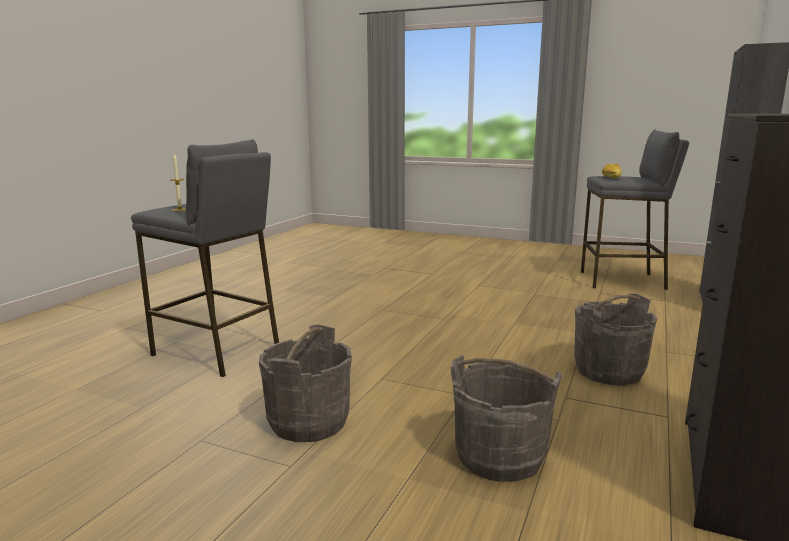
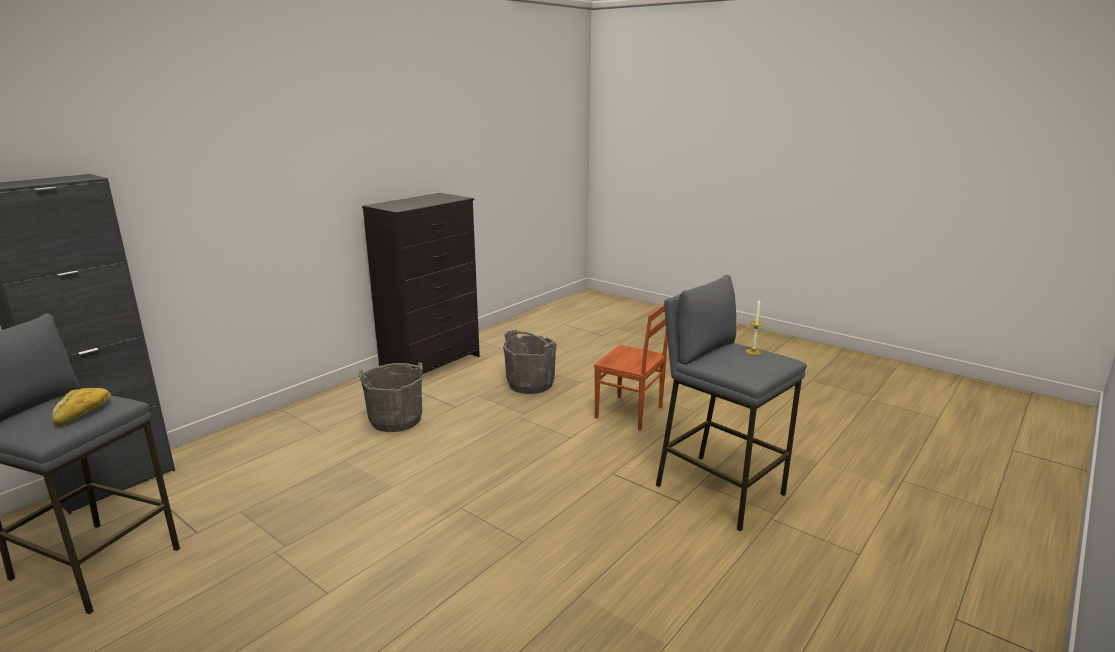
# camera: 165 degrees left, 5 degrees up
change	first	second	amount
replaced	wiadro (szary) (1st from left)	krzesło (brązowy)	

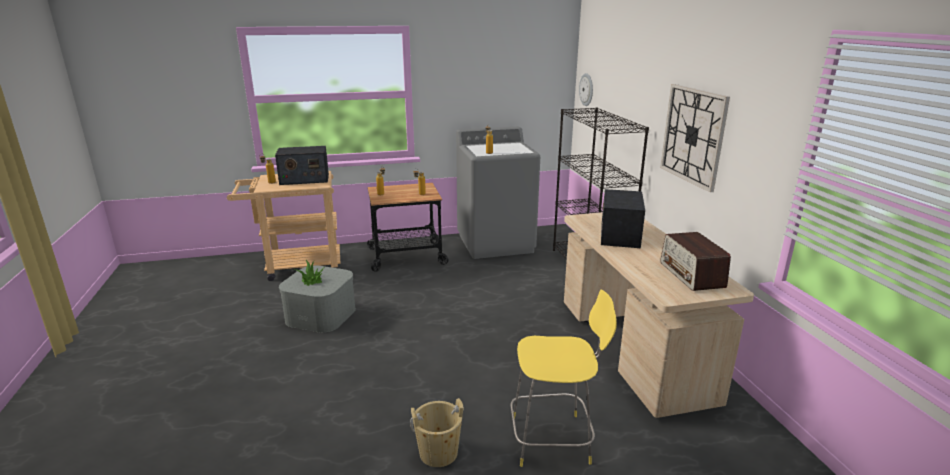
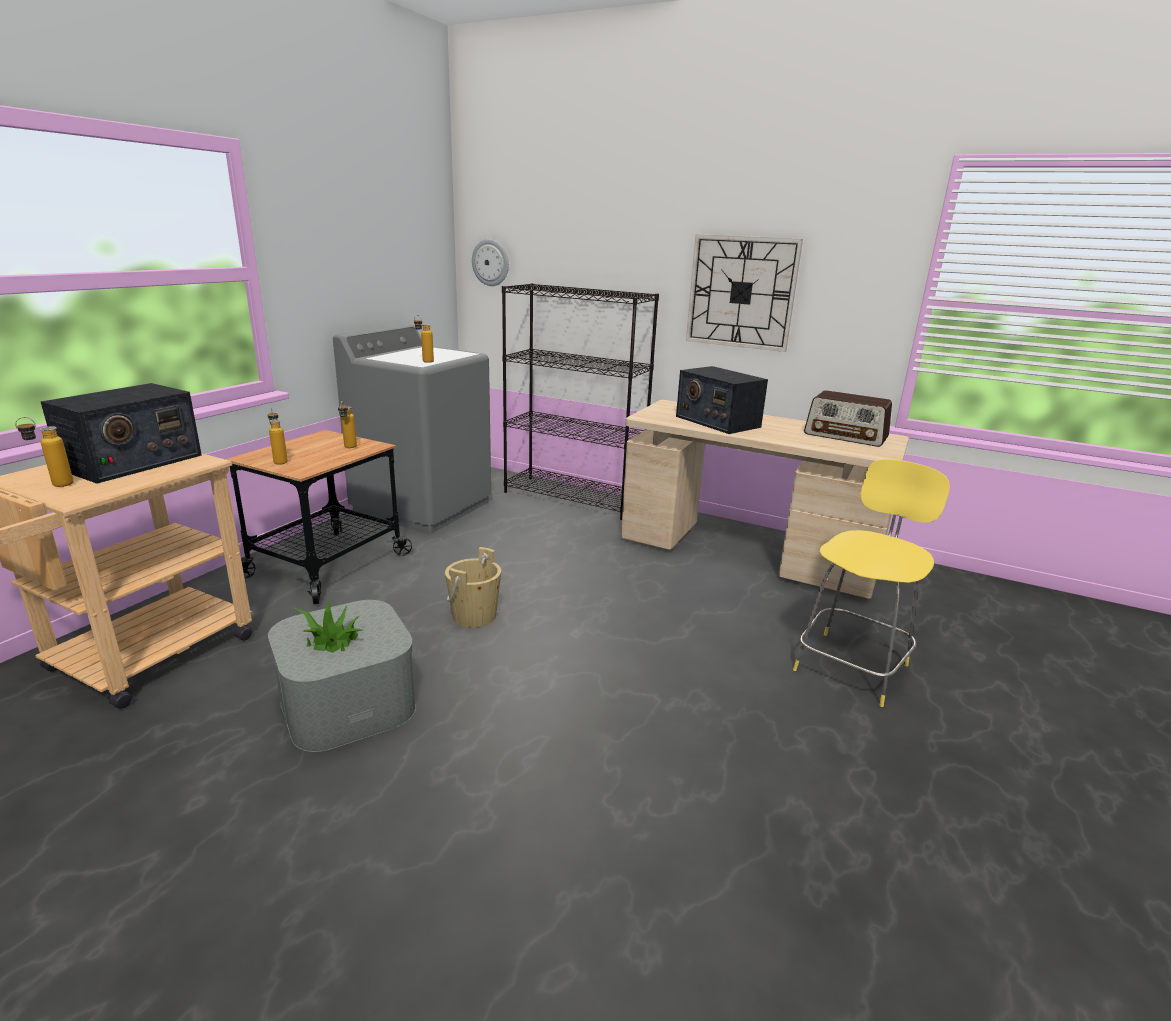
# camera: 50 degrees left, 0 degrees up
change	first	second	amount
moved	wiadro (beżowy)		

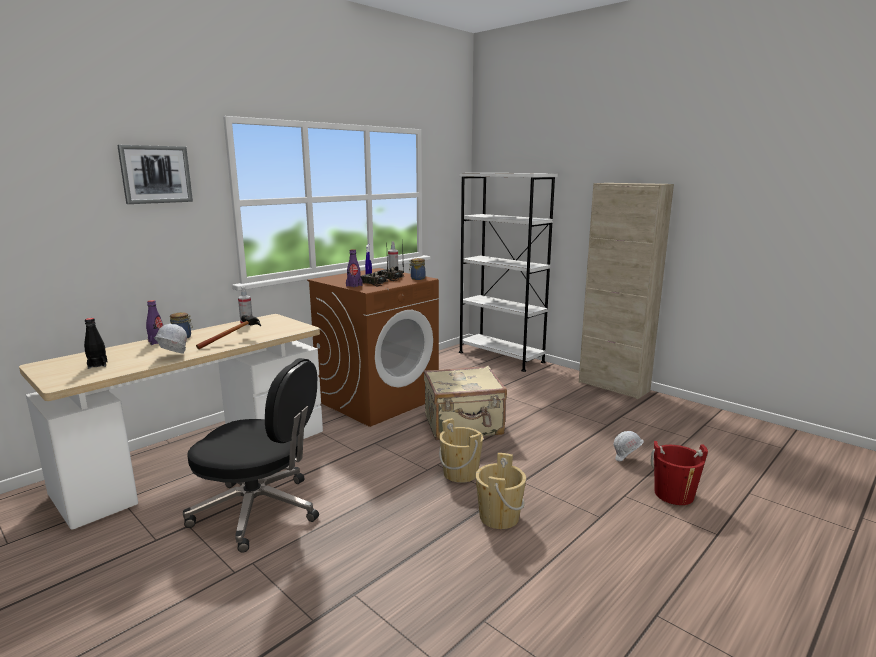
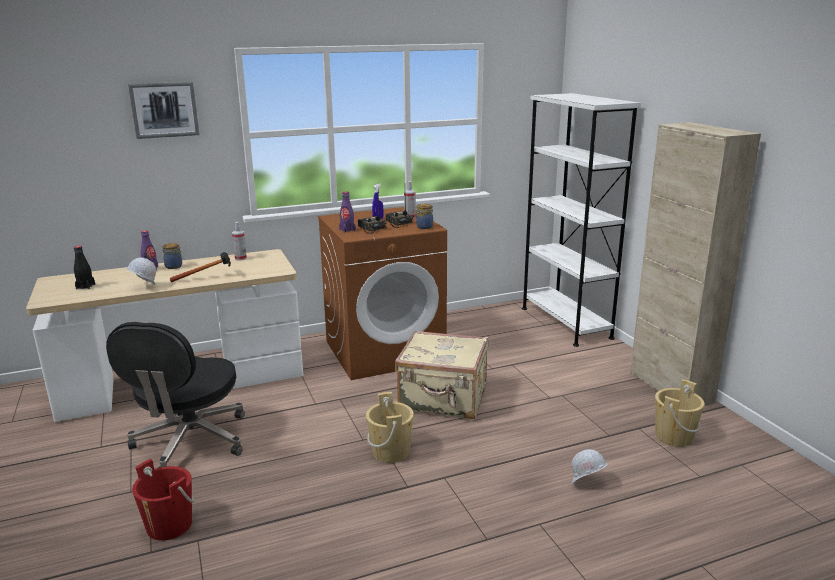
# camera: 25 degrees right, 5 degrees up
change	first	second	amount
turned	krzesło biurowe (czarny)		60 degrees clockwise
moved	wiadro (czerwony)		
moved	wiadro (beżowy) (2nd from left)		

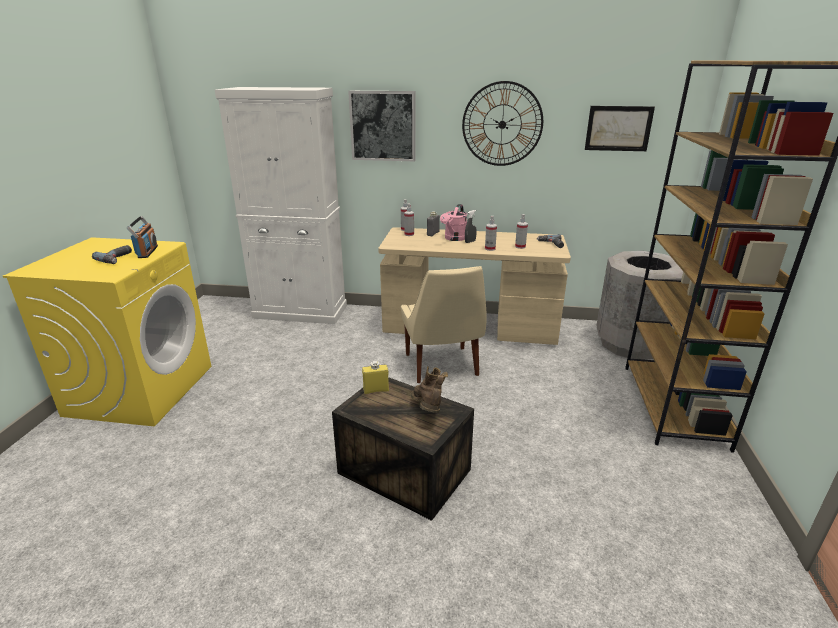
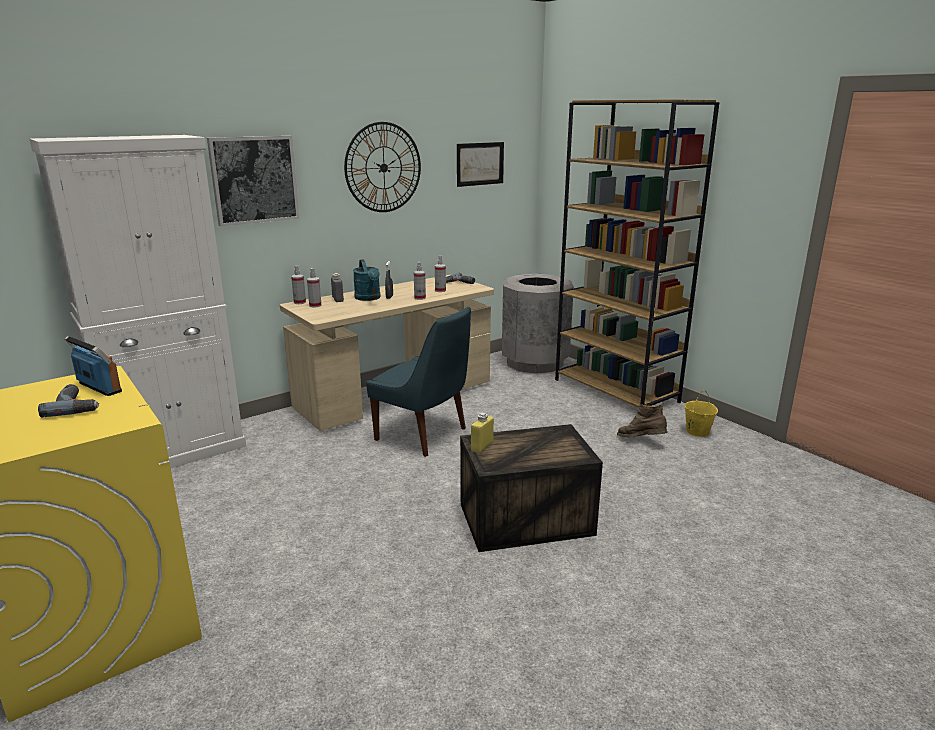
# camera: 45 degrees left, 5 degrees down
change	first	second	amount
recoloured	konewka (różowy)	konewka (turkusowy)	
recoloured	krzesło (beżowy)	krzesło (niebieski)	
moved	but z cholewką (brązowy)		
added		wiadro (żółty)	

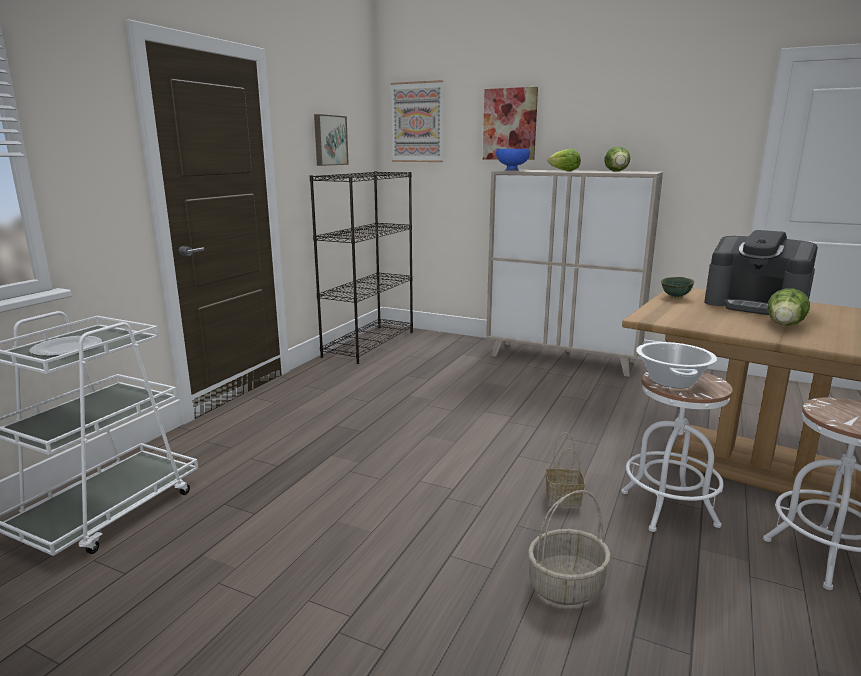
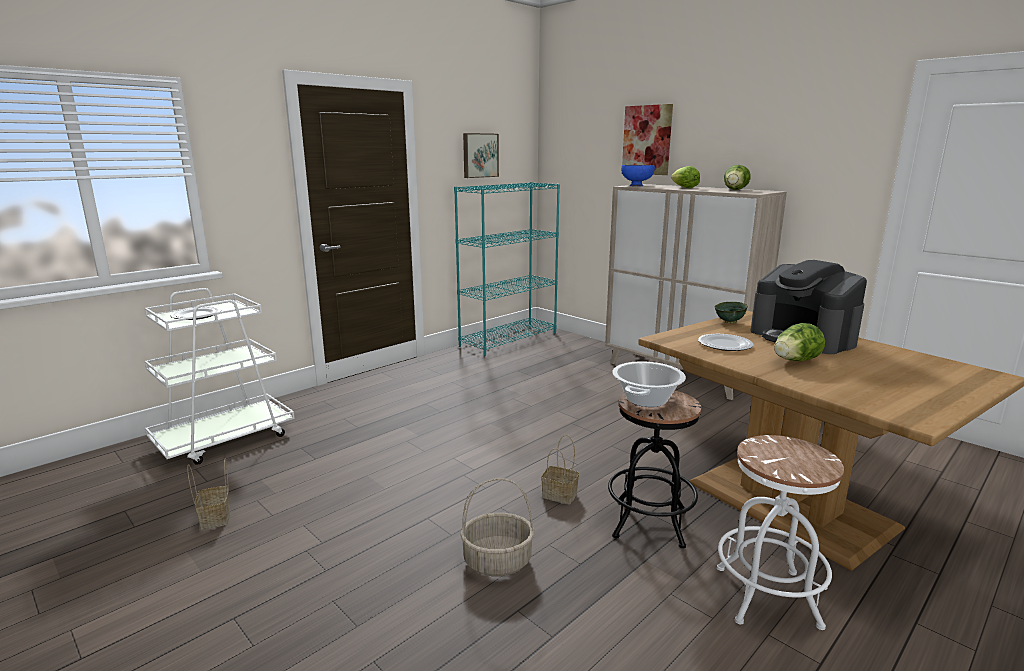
# camera: 20 degrees right, 0 degrees up
change	first	second	amount
removed	obraz (2nd from left)		
recoloured	regał (czarny)	regał (turkusowy)	
recoloured	stołek (biały) (1st from left)	stołek (czarny)	
added		talerz (2nd from left)	
added		koszyk (1st from left)	

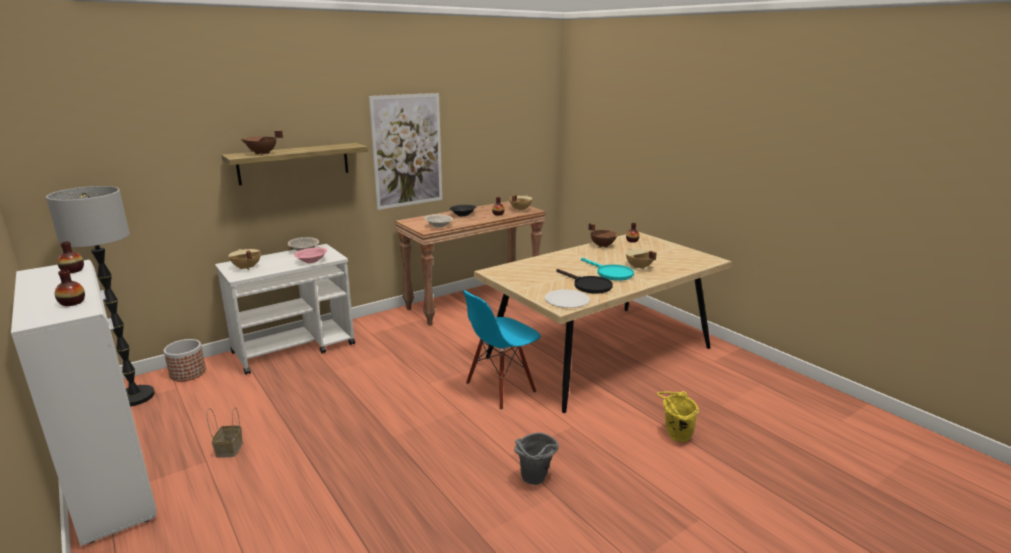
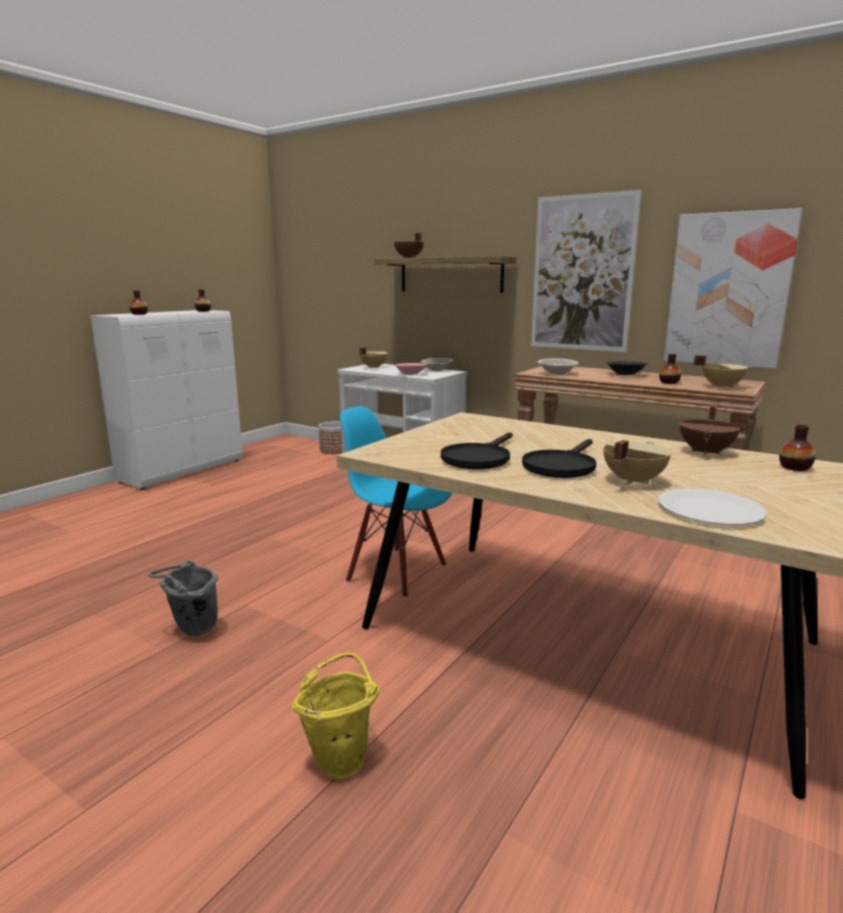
# camera: 70 degrees right, 5 degrees down
change	first	second	amount
removed	lampa stojąca		
recoloured	patelnia (turkusowy)	patelnia (czarny) (2nd from left)	
moved	talerz (biały)		
removed	koszyk		
added		obraz (2nd from left)	

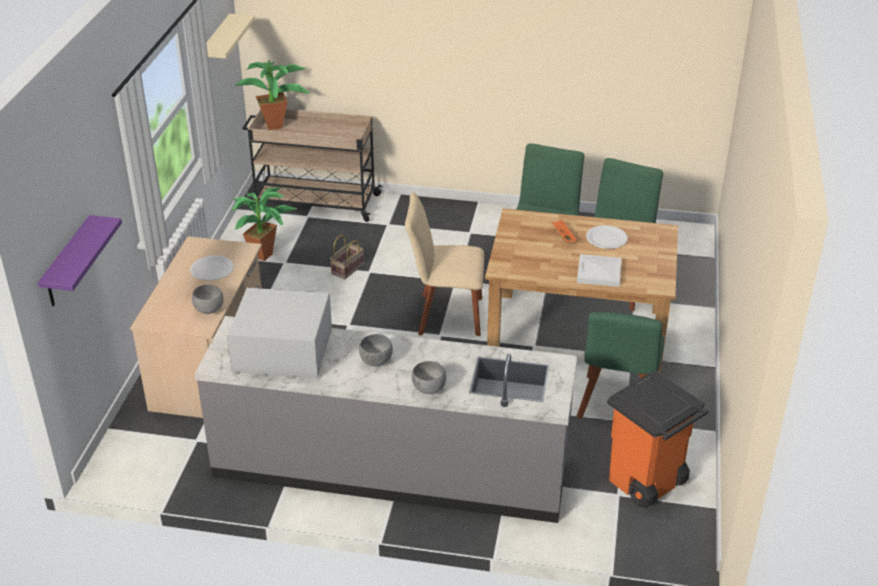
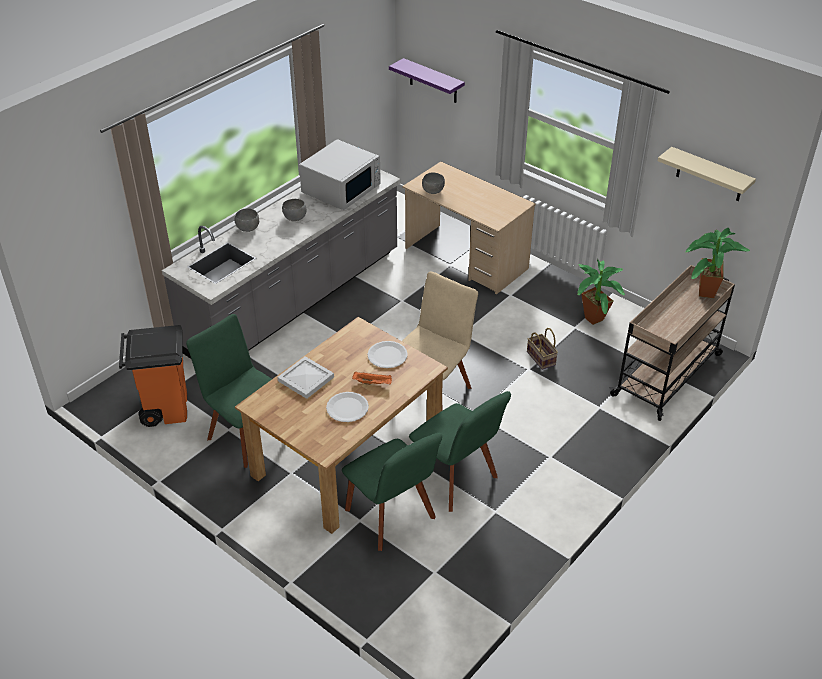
# camera: 120 degrees right, 5 degrees up
change	first	second	amount
moved	talerz (biały) (1st from left in the first image)	talerz (biały) (2nd from left)	

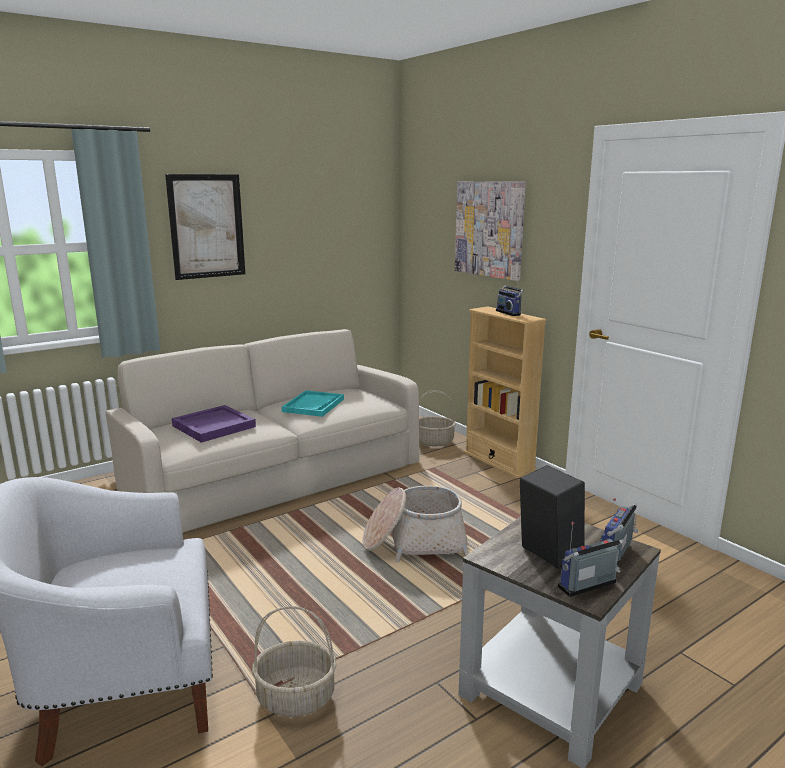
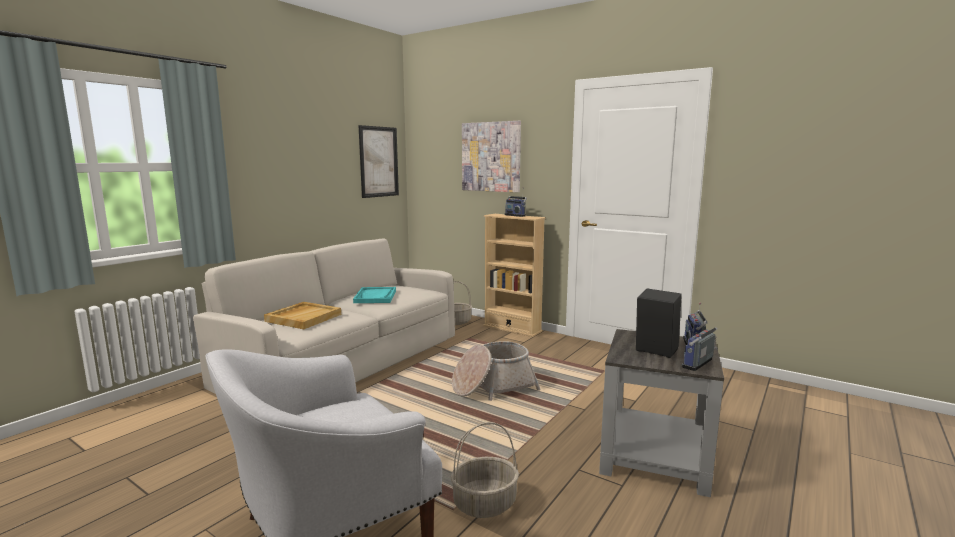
# camera: 20 degrees left, 5 degrees down
change	first	second	amount
moved	obraz (1st from left)		
recoloured	taca (fioletowy)	taca (beżowy)	

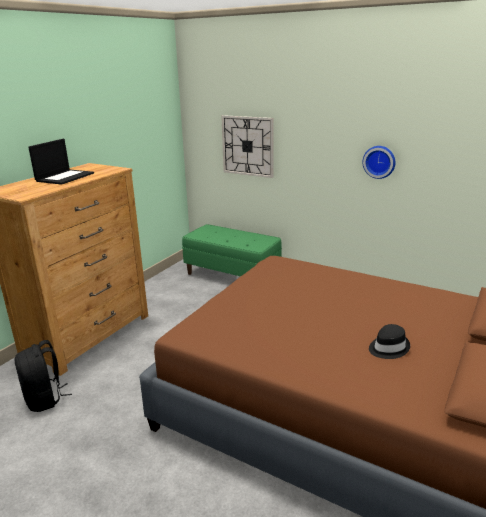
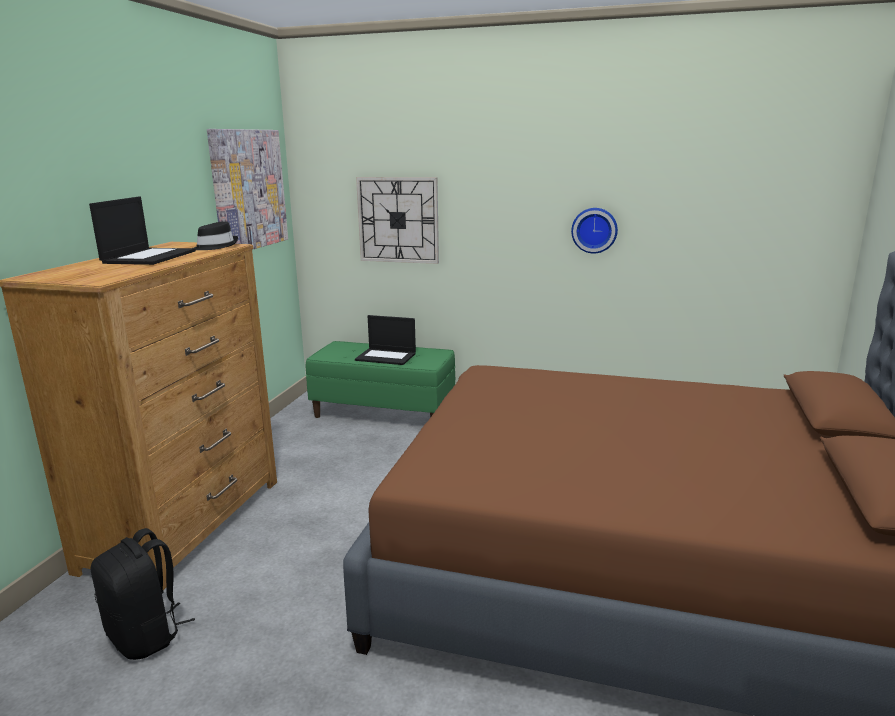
# camera: 15 degrees left, 5 degrees down
change	first	second	amount
moved	kapelusz (czarny)		
added		obraz	
added		laptop (2nd from left)	

